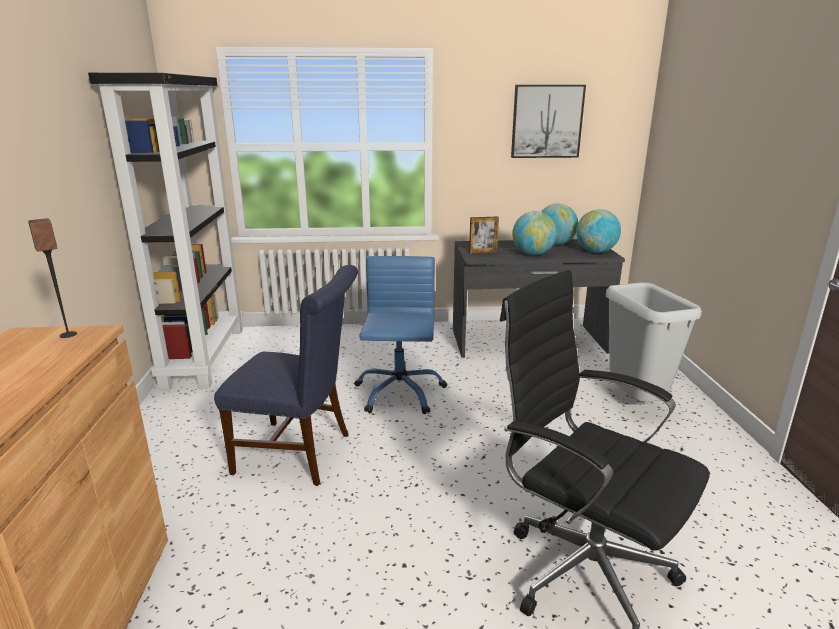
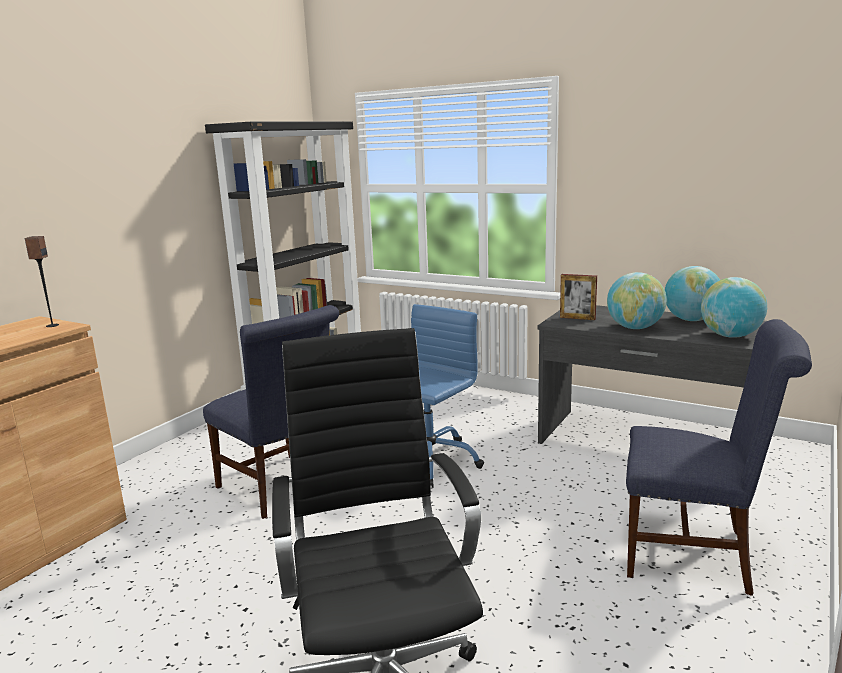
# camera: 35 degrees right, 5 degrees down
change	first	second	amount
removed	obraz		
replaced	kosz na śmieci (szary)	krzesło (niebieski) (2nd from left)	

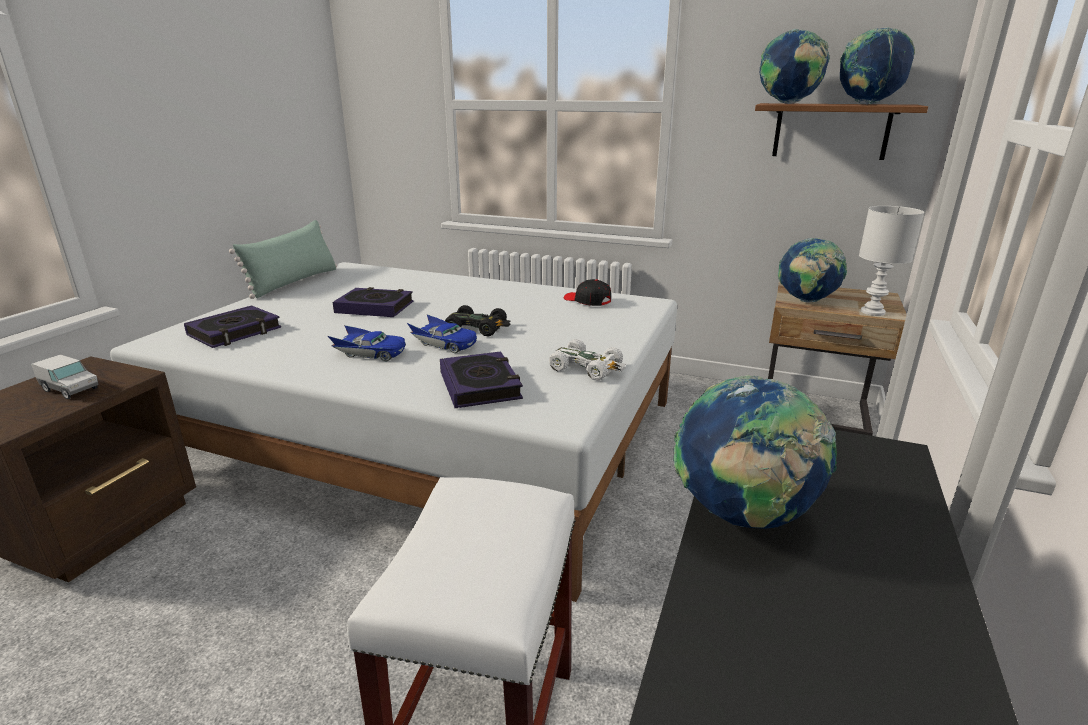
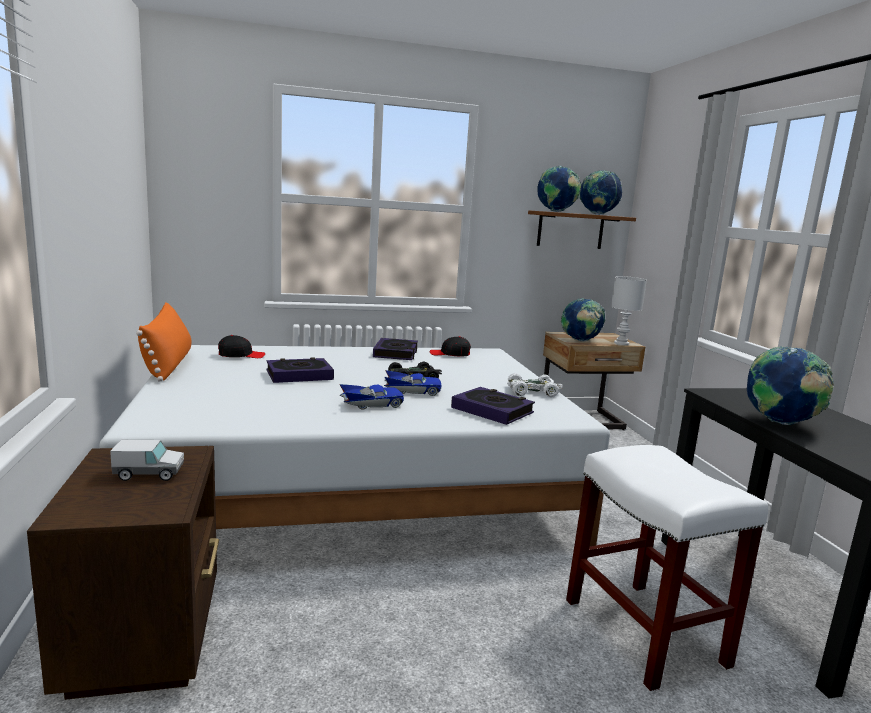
# camera: 35 degrees left, 10 degrees down
change	first	second	amount
recoloured	poduszka (zielony)	poduszka (pomarańczowy)	
moved	książka (1st from left in the first image)	książka (2nd from left)	
added		czapka z daszkiem (czarny) (1st from left)	

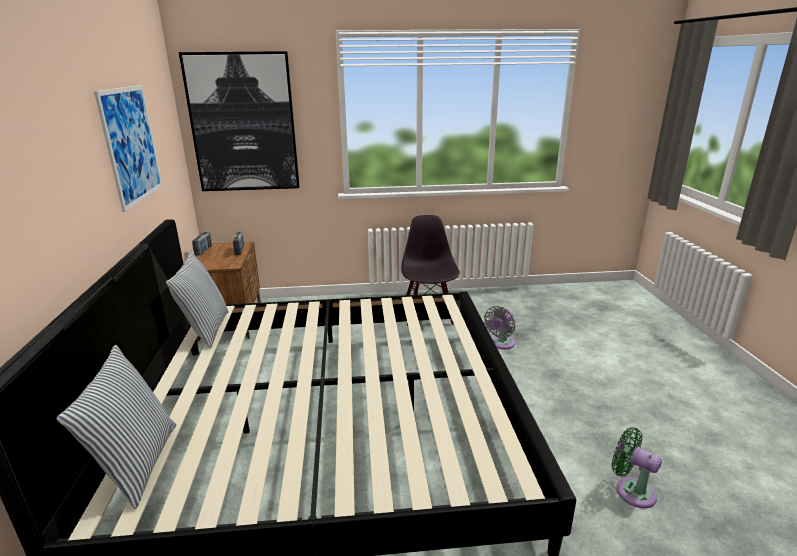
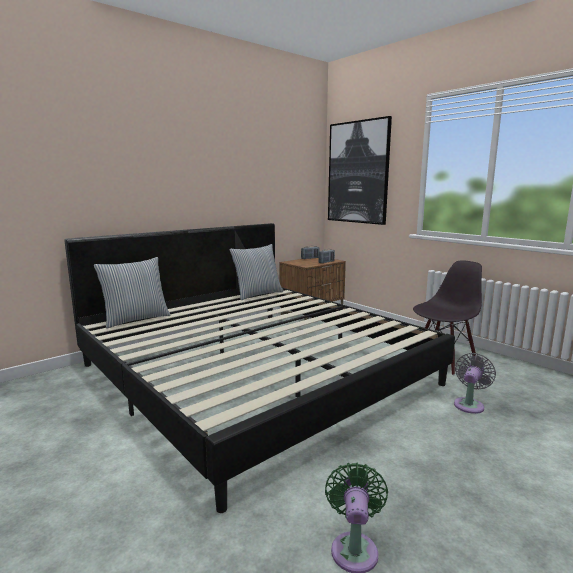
# camera: 55 degrees right, 10 degrees down
change	first	second	amount
removed	obraz (1st from left)		
turned	wentylator (szary)		120 degrees clockwise

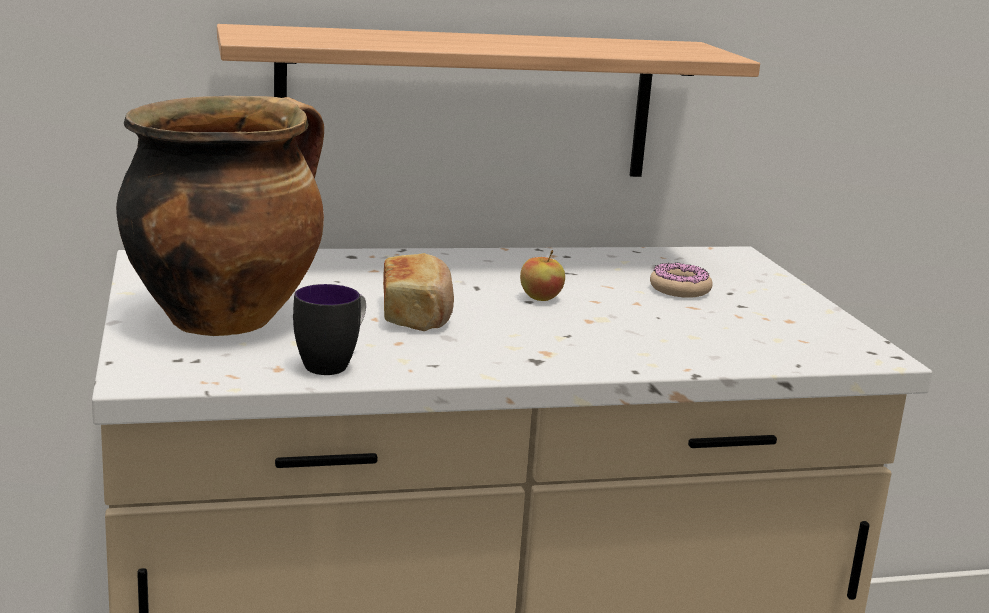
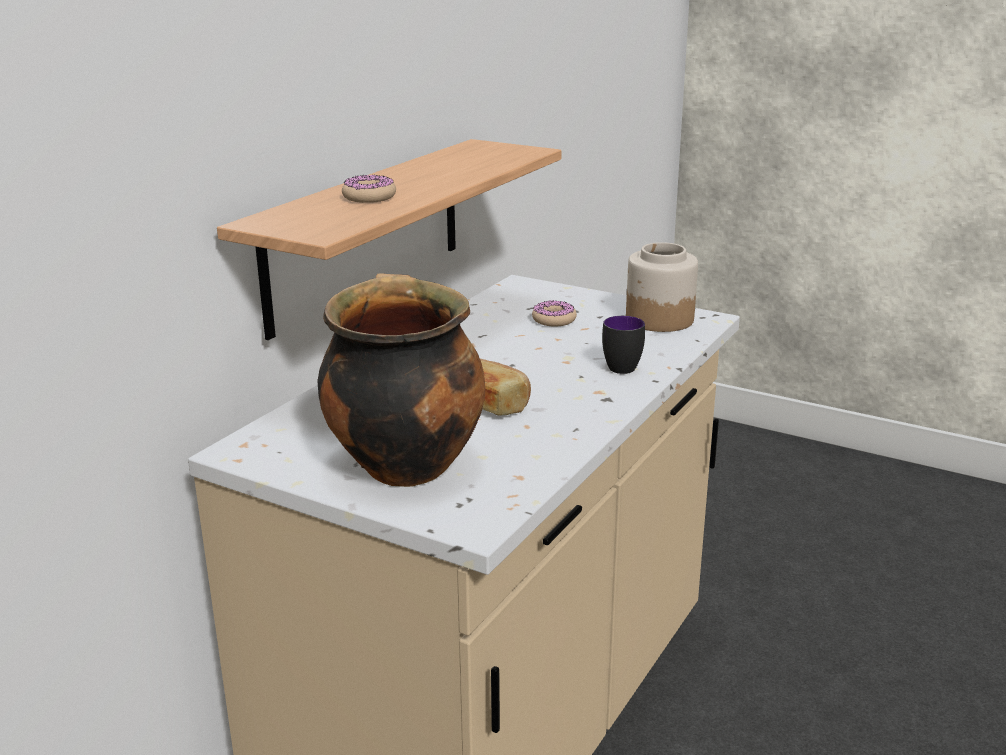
# camera: 45 degrees left, 5 degrees up
change	first	second	amount
removed	jabłko		
moved	kubek		
added		donut (1st from left)	
added		słoik	

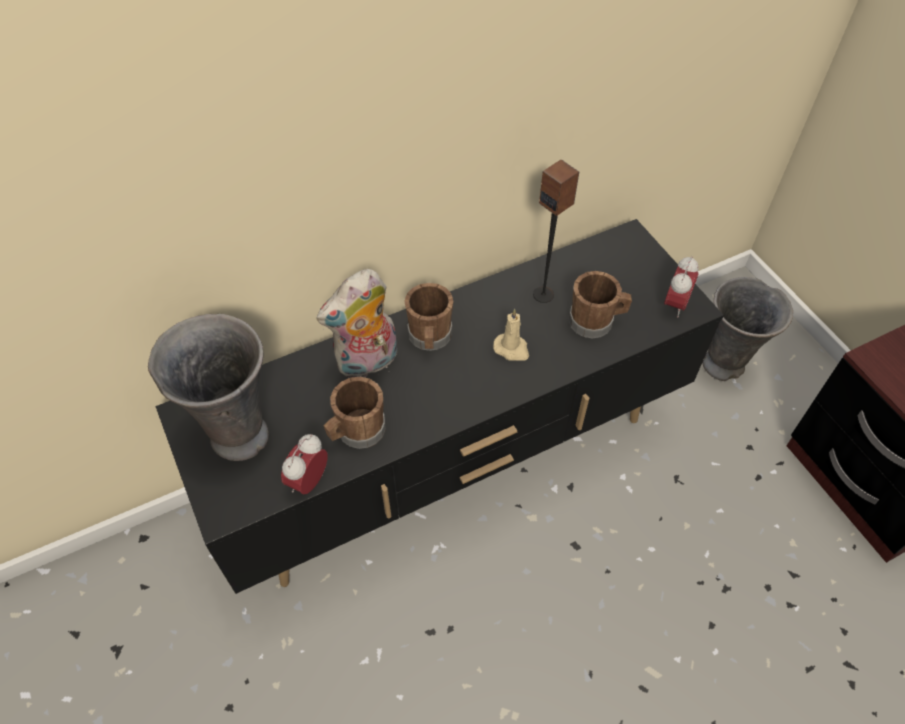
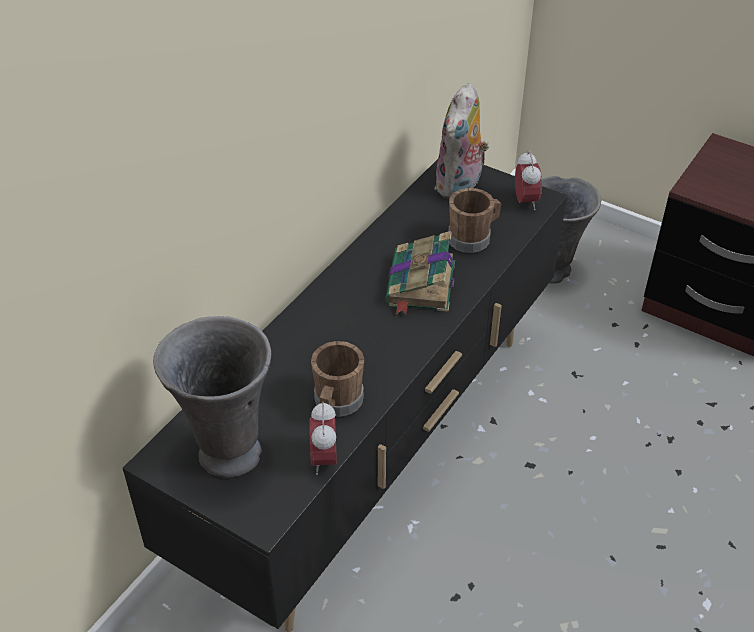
# camera: 30 degrees left, 10 degrees down
change	first	second	amount
removed	głośnik		
moved	pluszak		
removed	kubek (brązowy) (2nd from left)		
replaced	świeca (beżowy)	książka	

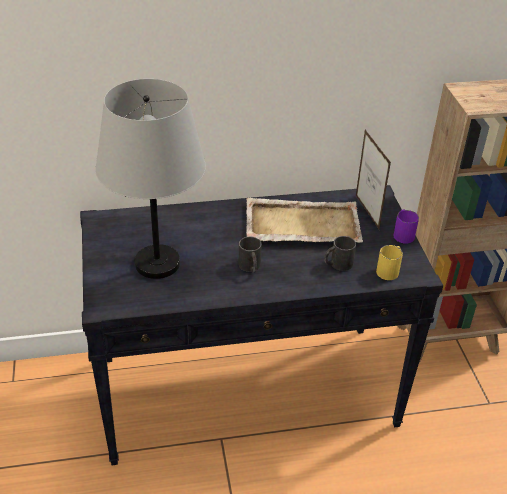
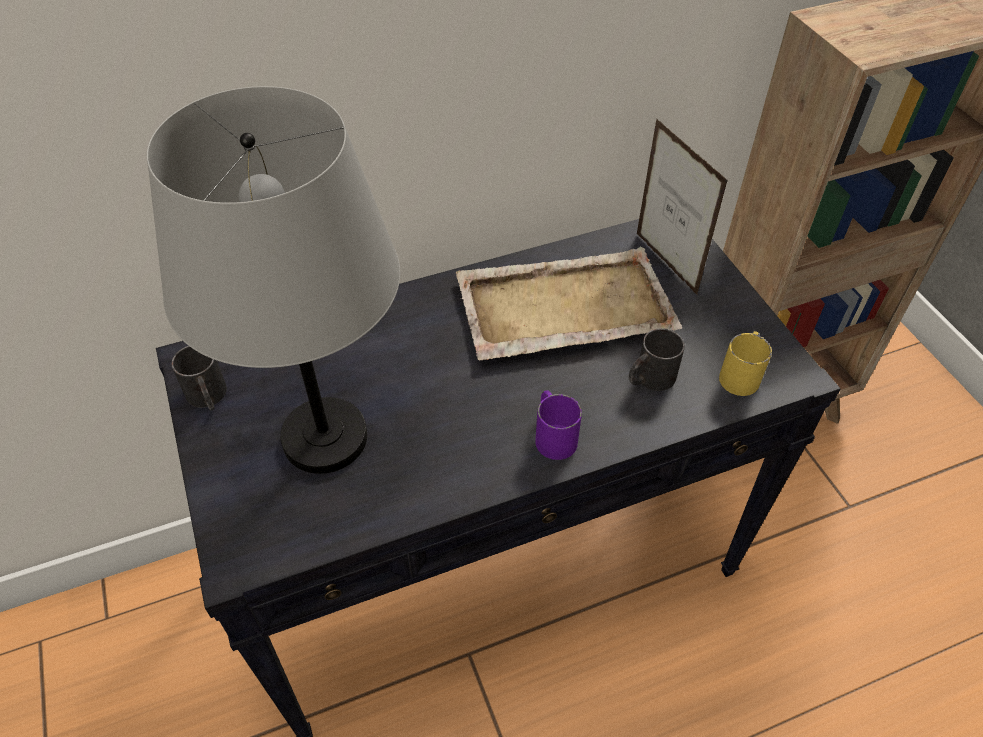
# camera: 10 degrees left, 10 degrees up
change	first	second	amount
moved	kubek (fioletowy)		
moved	kubek (czarny) (1st from left)		

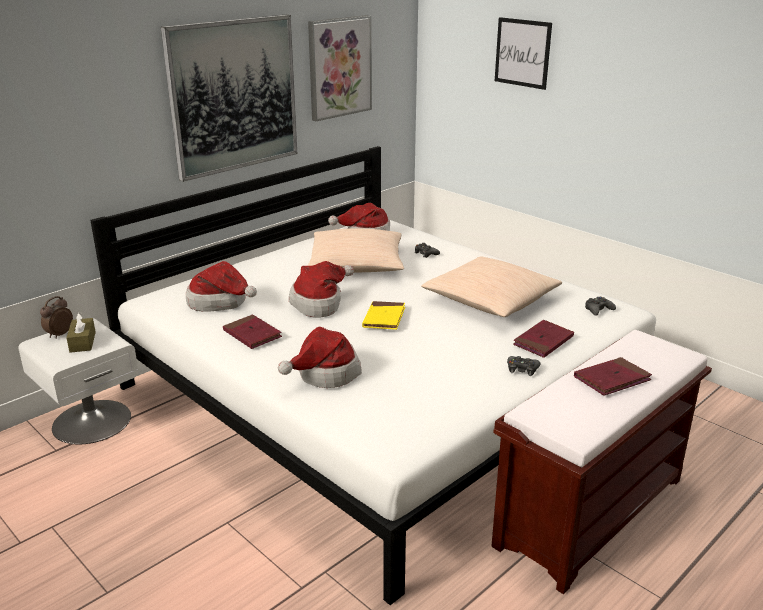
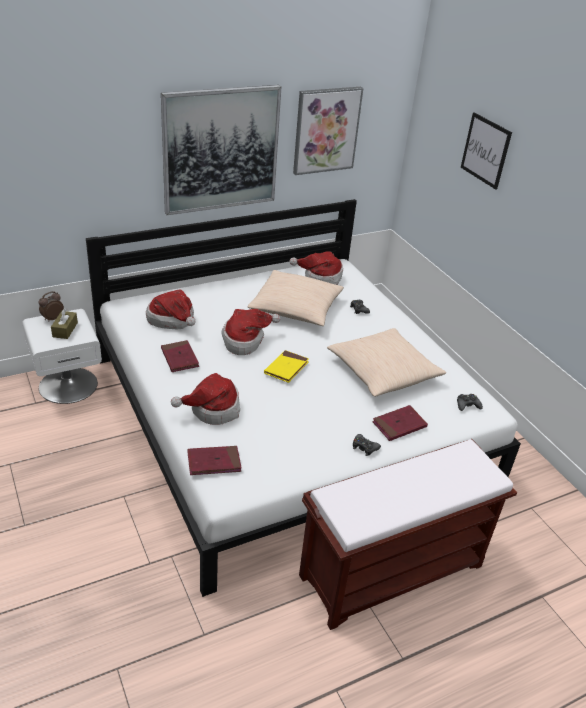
# camera: 15 degrees right, 10 degrees up
change	first	second	amount
moved	książka (czerwony) (3rd from left in the first image)	książka (czerwony) (2nd from left)	

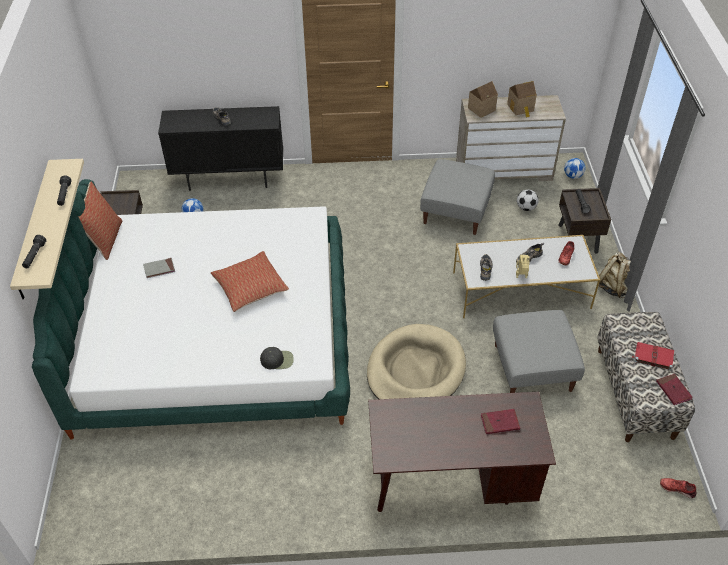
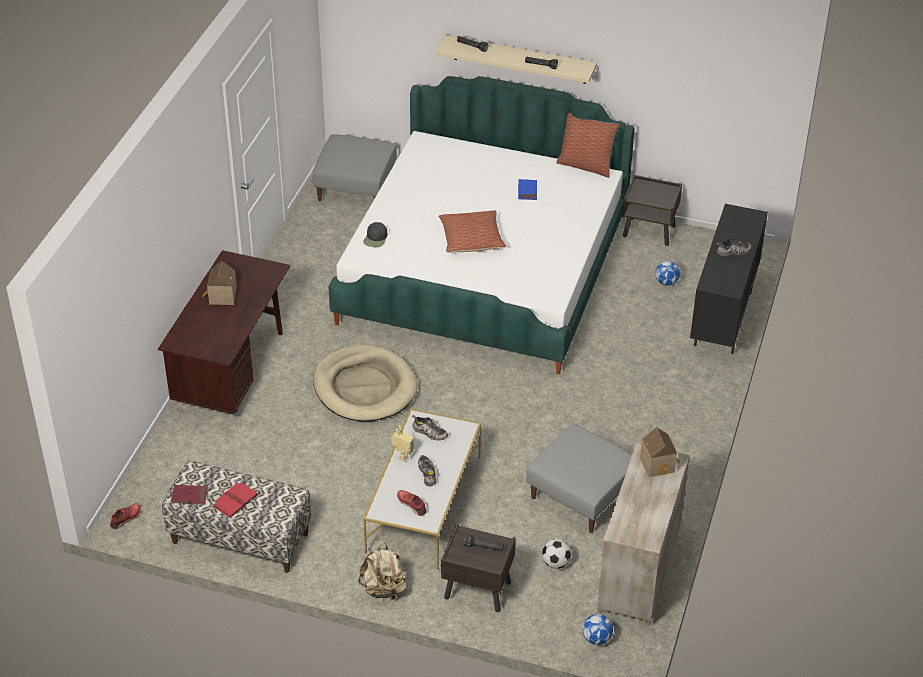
# camera: 110 degrees right, 5 degrees down
change	first	second	amount
moved	domek (2nd from left in the first image)	domek (1st from left)	
recoloured	książka (szary)	książka (niebieski)	
moved	pufa (szary) (2nd from left in the first image)	pufa (szary) (1st from left)	
removed	książka (czerwony) (1st from left)		

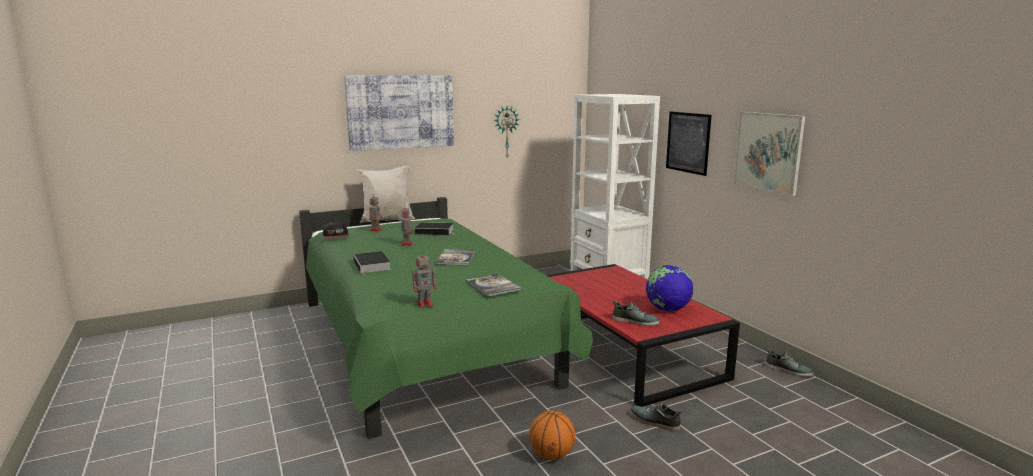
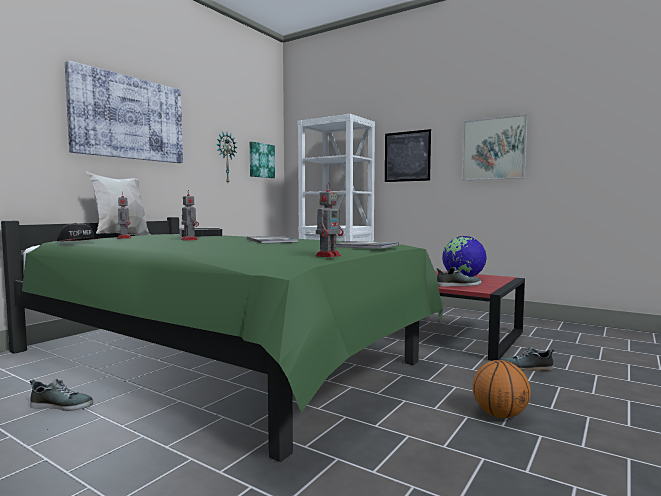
# camera: 30 degrees left, 10 degrees down
change	first	second	amount
removed	książka (1st from left)		
moved	but (3rd from left in the first image)	but (1st from left)	
added		obraz (2nd from left)	

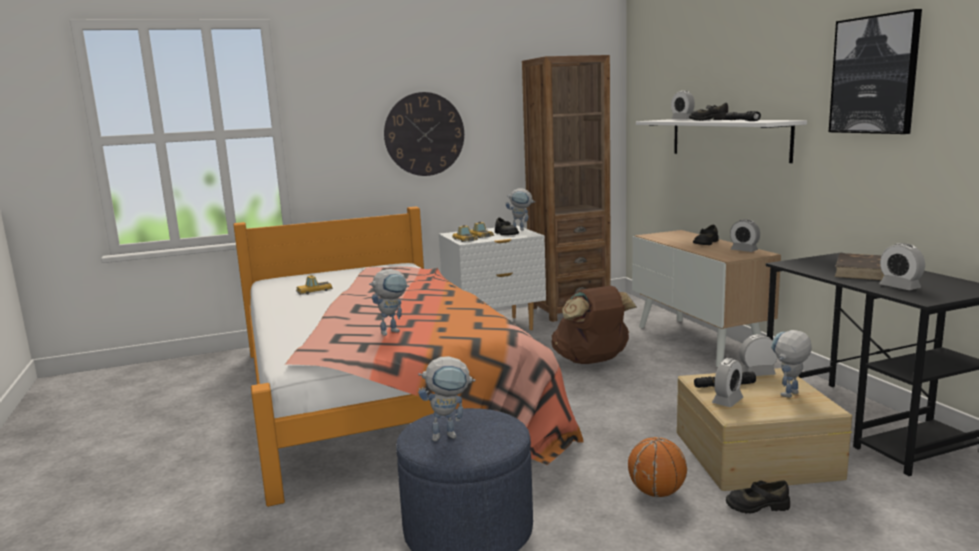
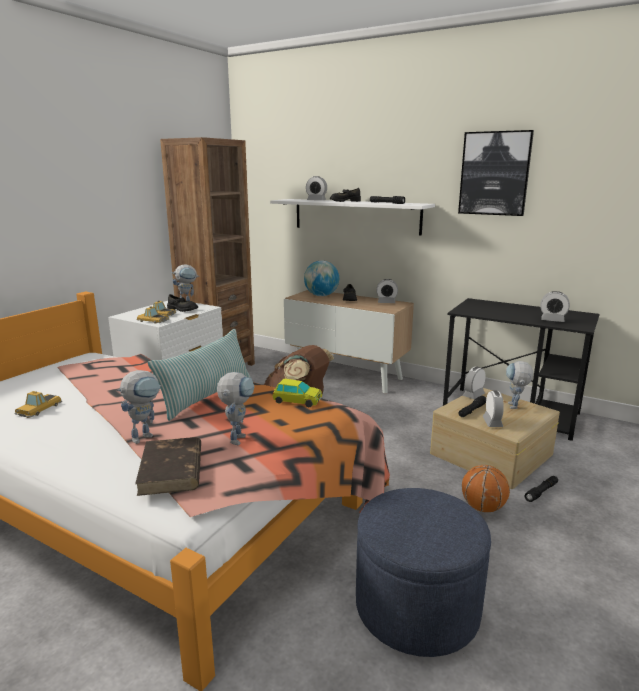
# camera: 40 degrees left, 5 degrees up
change	first	second	amount
removed	zegar ścienny		
moved	książka (brązowy)		
moved	robot zabawkowy (2nd from left in the first image)	robot zabawkowy (1st from left)	
replaced	but (czarny) (4th from left)	latarka (czarny) (3rd from left)	
added		globus	
added		poduszka	
added		samochodzik (4th from left)	

